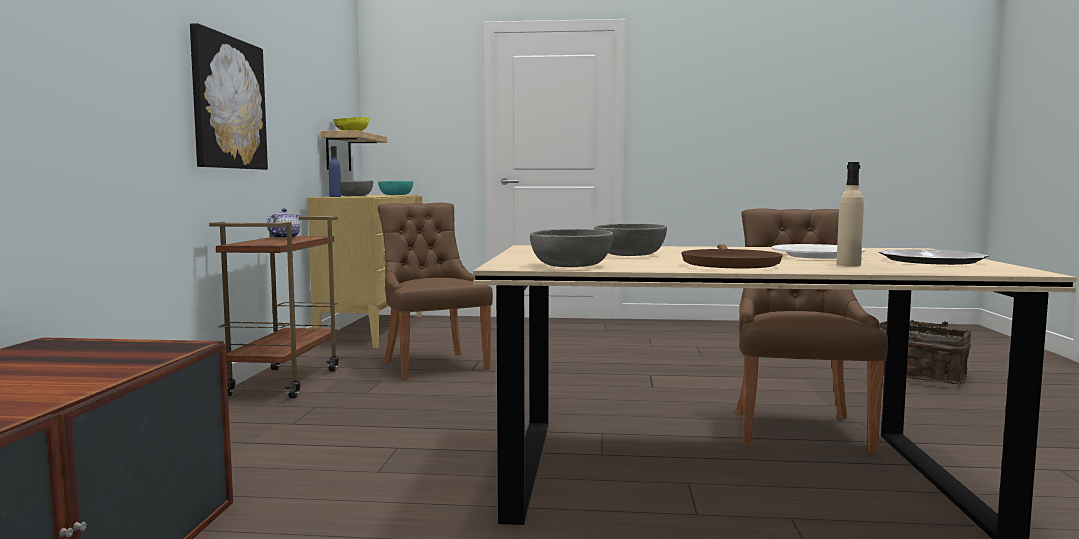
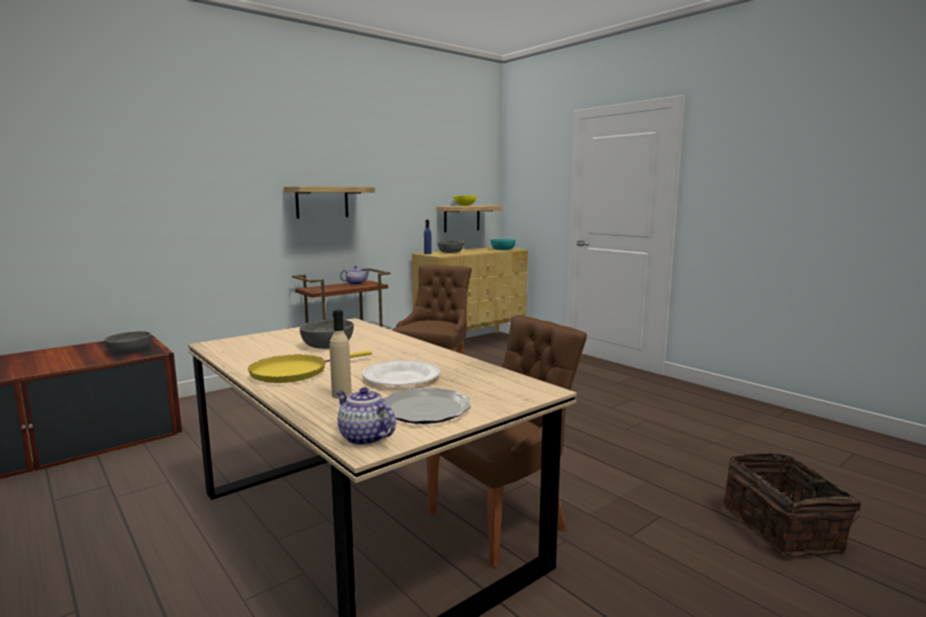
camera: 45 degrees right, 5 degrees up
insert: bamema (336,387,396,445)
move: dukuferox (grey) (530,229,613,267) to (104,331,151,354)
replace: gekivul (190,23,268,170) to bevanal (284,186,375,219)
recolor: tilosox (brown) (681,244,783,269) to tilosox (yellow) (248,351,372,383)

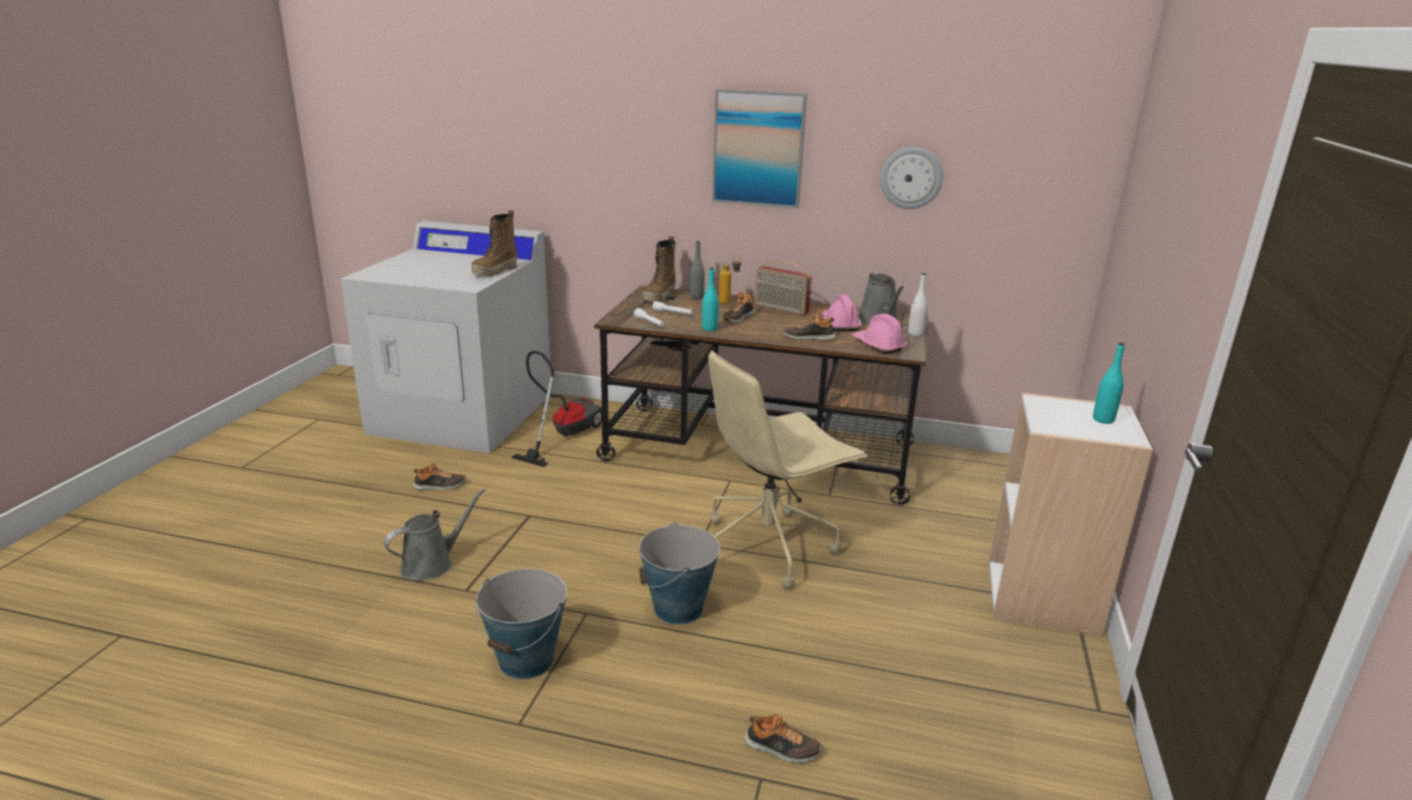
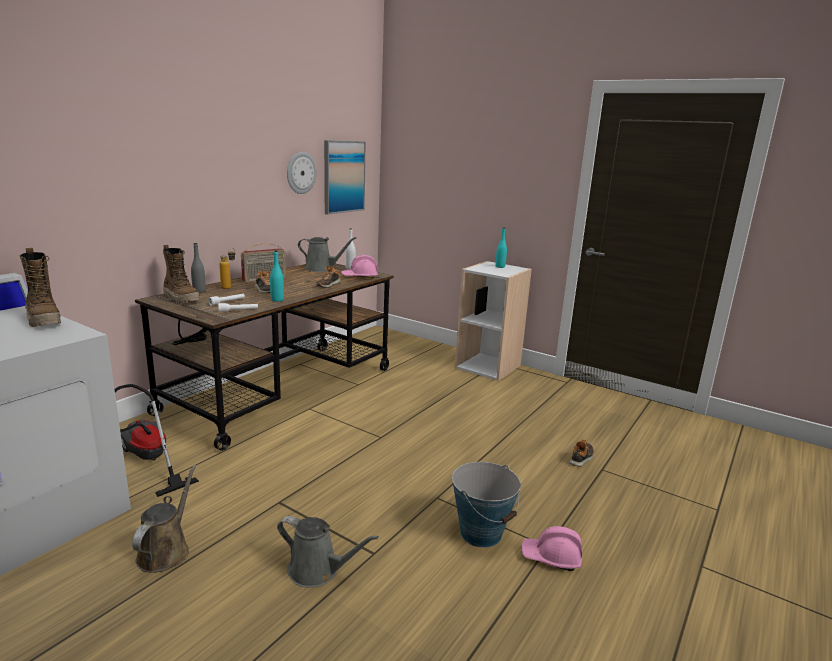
camera: 70 degrees left, 5 degrees down
delete: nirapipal (639,522,720,625); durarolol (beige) (708,350,868,589)
move: gekivul (712,89,807,209) to (324,140,366,215); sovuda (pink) (822,295,861,331) to (521,526,582,571)
replace: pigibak (413,463,466,490) to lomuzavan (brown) (132,464,197,573)
rotate: lomuzavan (grey) (384,488,485,581) = (277,516,379,588) 135 degrees clockwise

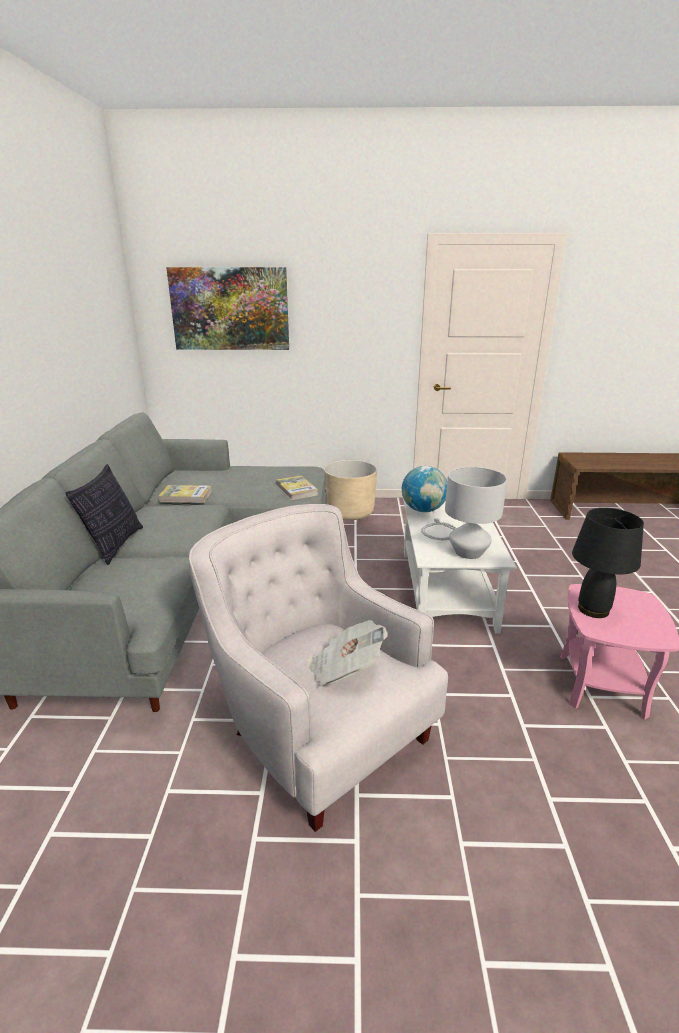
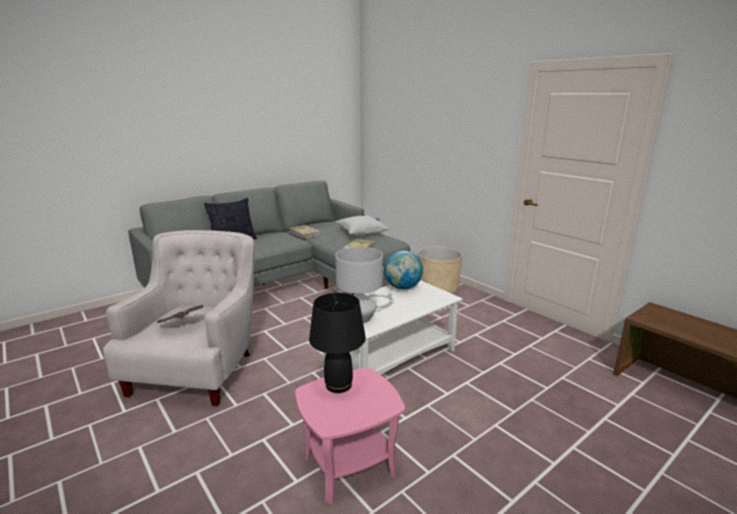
camera: 50 degrees right, 5 degrees down
delete: gekivul (166,267,289,350)
insert: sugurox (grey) (335,216,389,236)

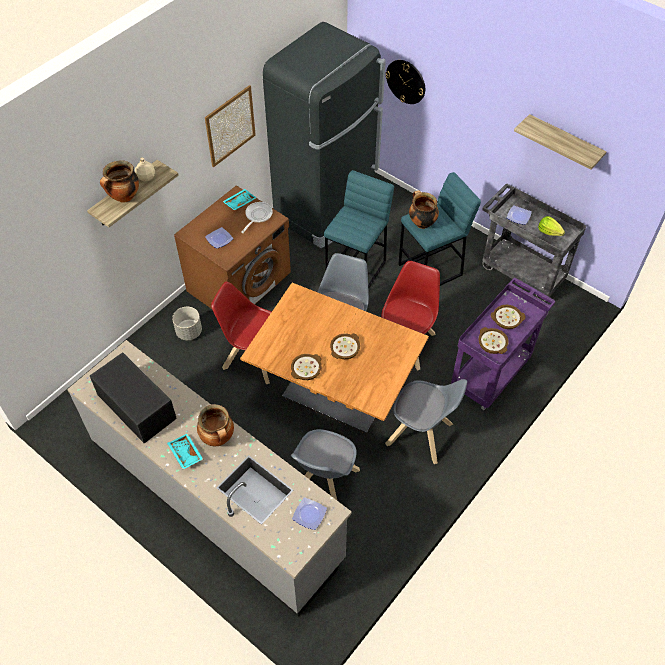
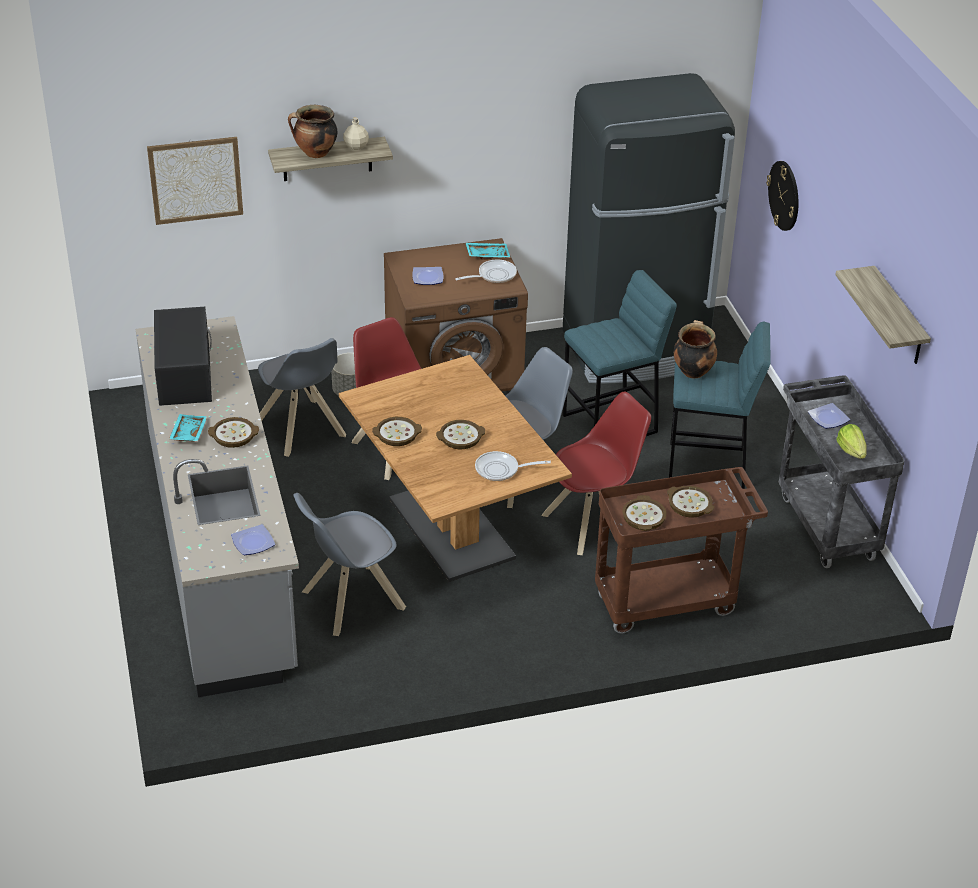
camera: 35 degrees right, 15 degrees down
insert: tilosox (475,451,551,481)
move: gekivul (205,85,256,167) to (147,137,243,225); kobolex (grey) (385,379,467,464) to (258,338,346,457)
replace: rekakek (197,404,234,446) to dukuferox (208,417,259,448)
recolor: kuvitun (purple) (451,278,555,410) to kuvitun (brown) (595,467,768,633)

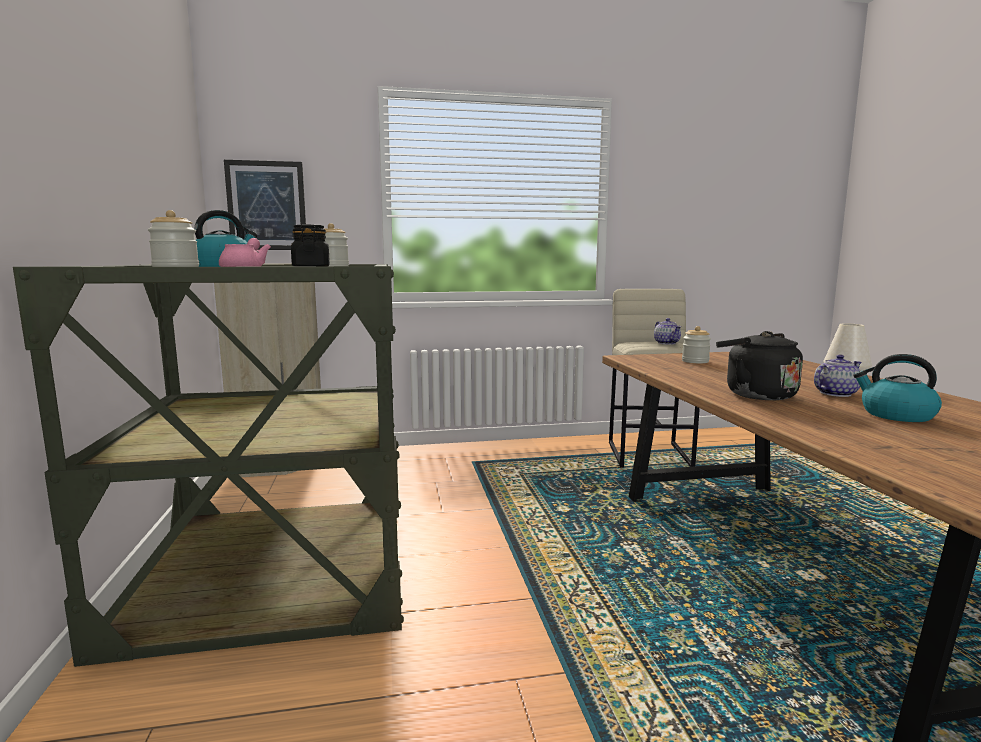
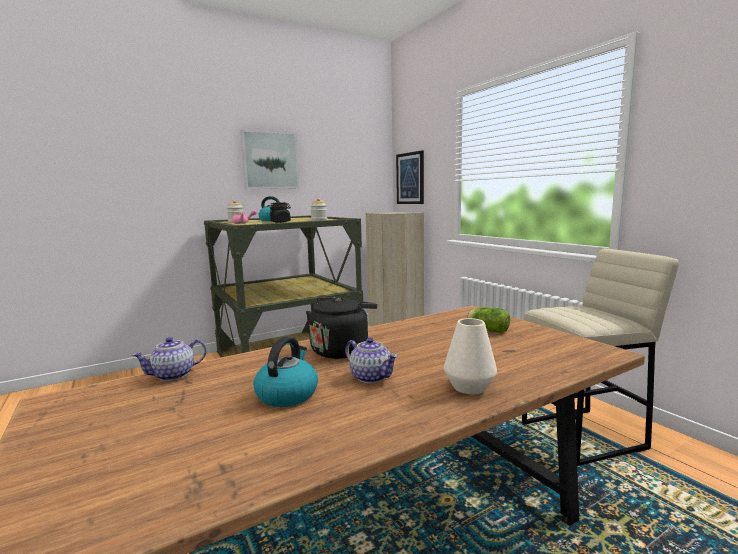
camera: 70 degrees right, 0 degrees up
insert: gekivul (240,129,300,189)
move: bamema (654,318,681,345) to (131,337,207,381)
replace: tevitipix (682,326,711,363) to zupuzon (467,307,510,333)

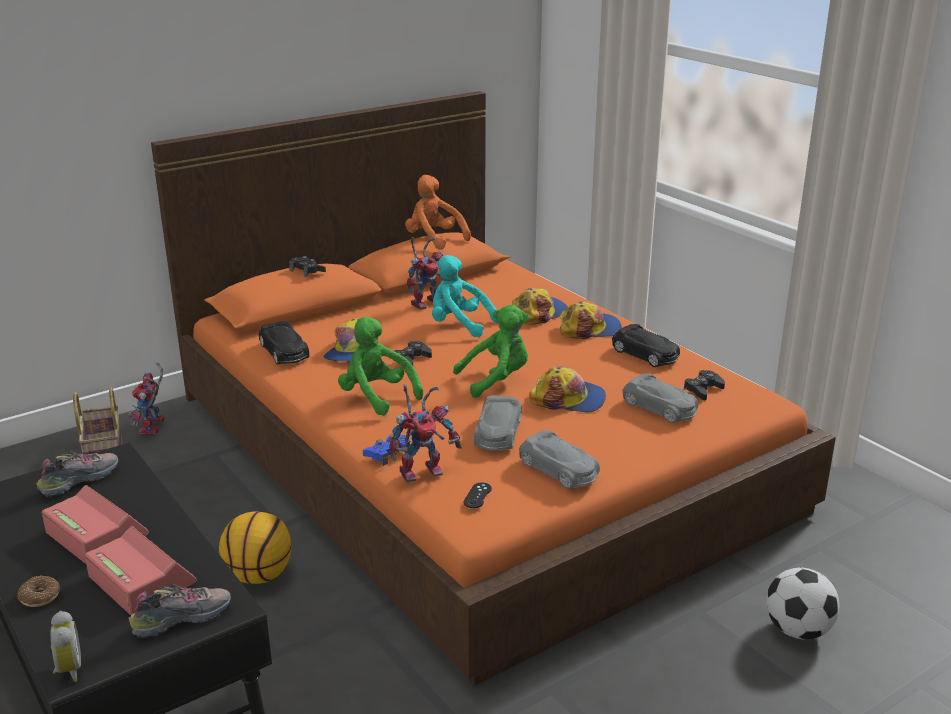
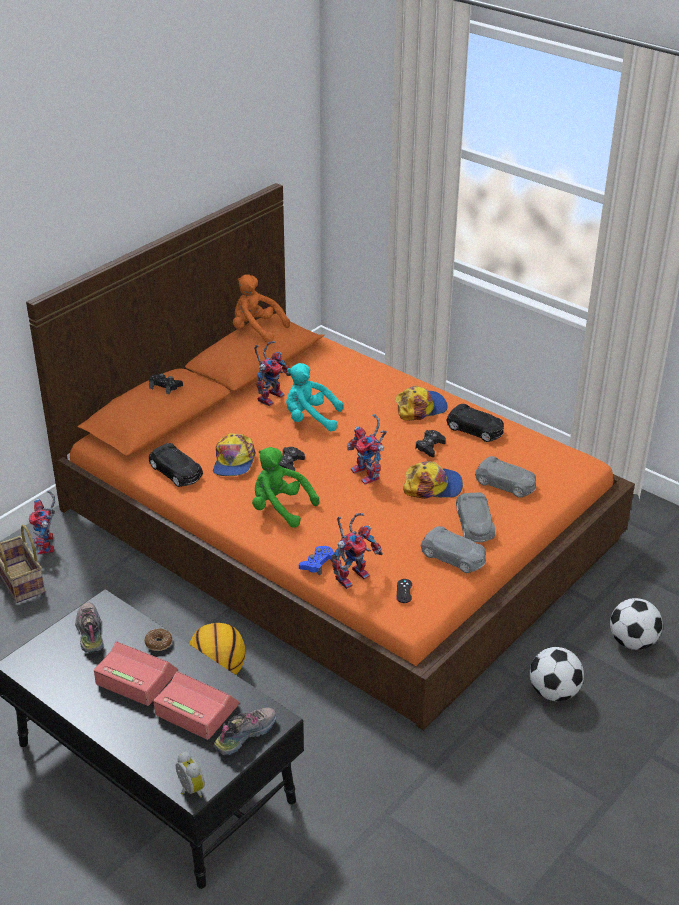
camera: 15 degrees left, 10 degrees up
delete: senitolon (512,288,568,325)
insert: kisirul (530,647,584,701)
move: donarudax (17,576,60,607) to (144,628,172,651); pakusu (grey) (474,395,522,451) to (456,493,495,542); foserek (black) (684,370,725,400) to (415,430,446,457)
replace: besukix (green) (453,305,529,398) to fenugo (347,414,387,485)
rotate: pigibak (36,451,118,497) = (75,602,104,653) 45 degrees counterclockwise

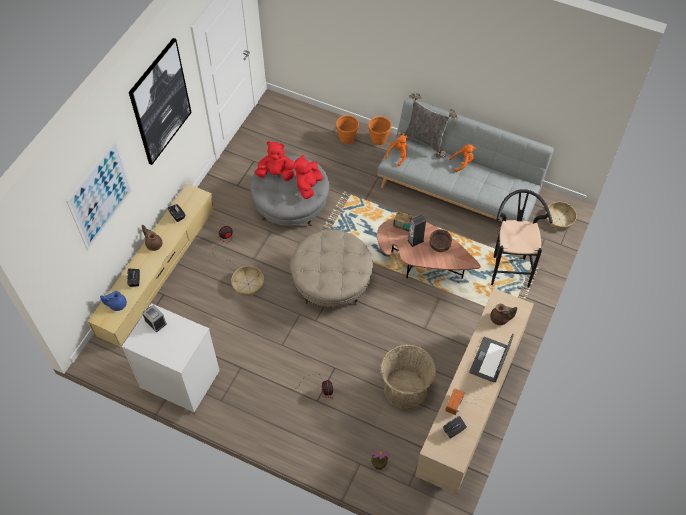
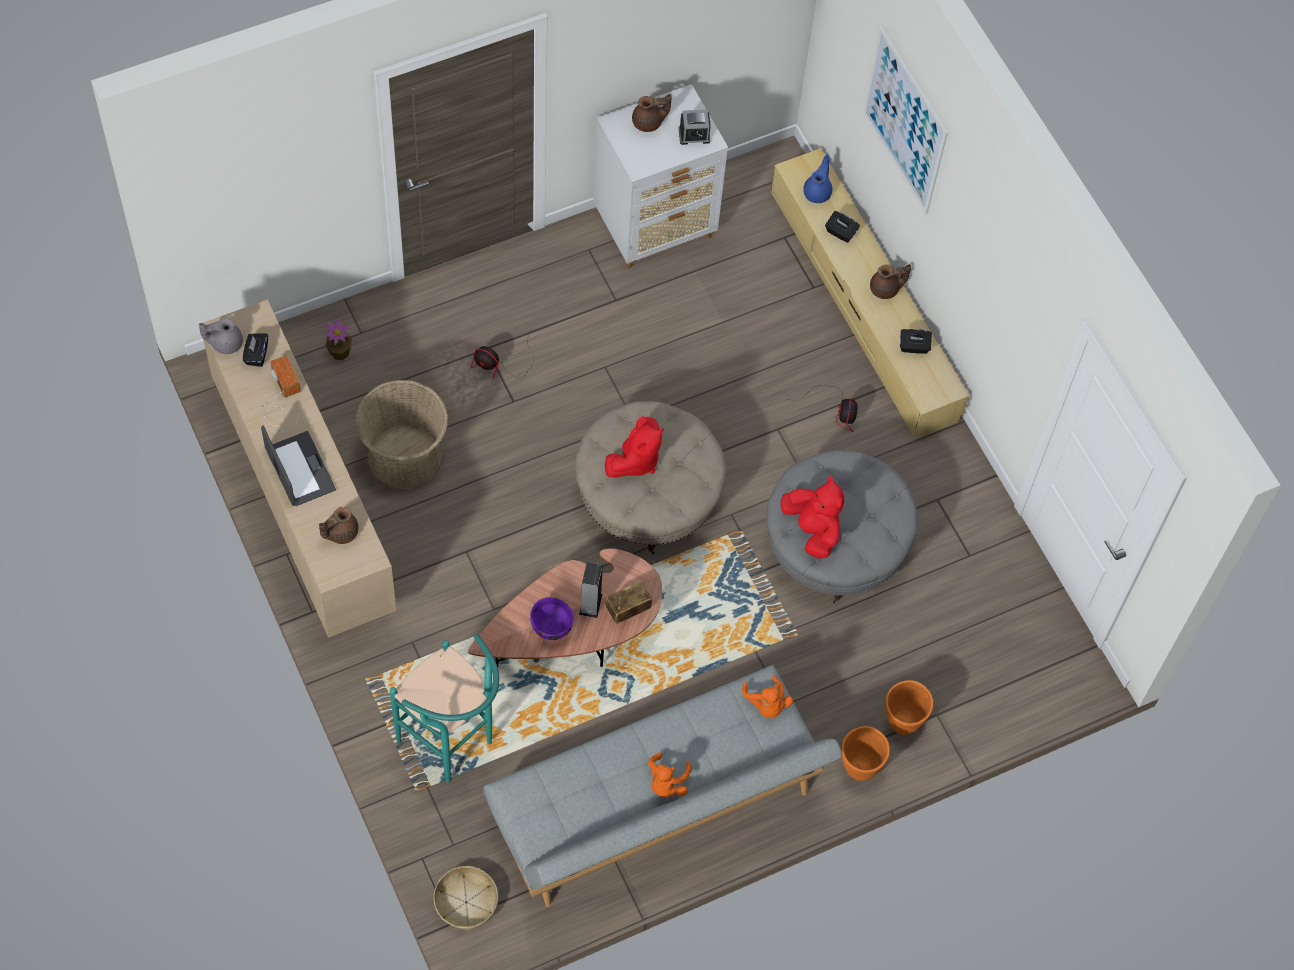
camera: 125 degrees right, 5 degrees up
delete: gekivul (129,38,192,165); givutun (231,266,264,296); sugurox (397,93,458,159)
insert: bamema (grey) (199,318,243,354); bamema (brown) (632,94,672,132)
move: besukix (red) (254,141,295,181) to (605,416,664,478)
recolor: dukuferox (brown) (430,230,452,252) to dukuferox (purple) (530,597,574,640); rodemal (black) (491,189,553,288) to rodemal (turquoise) (390,634,499,783)

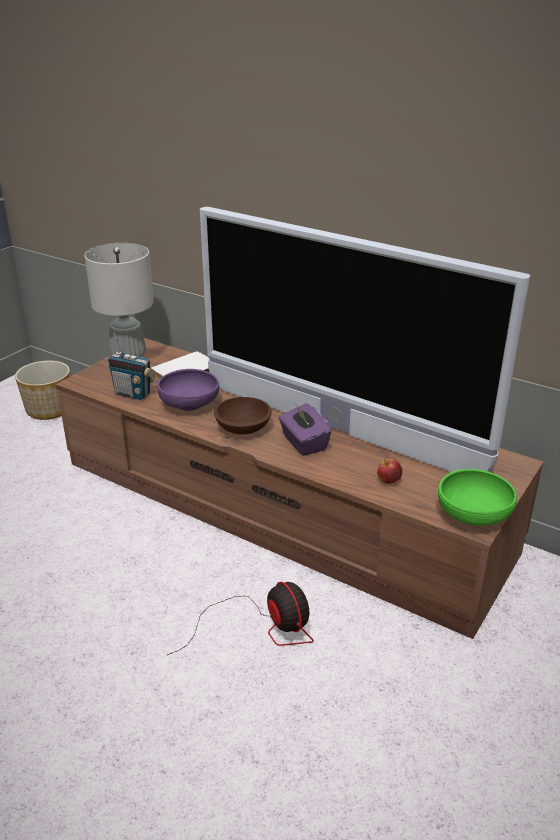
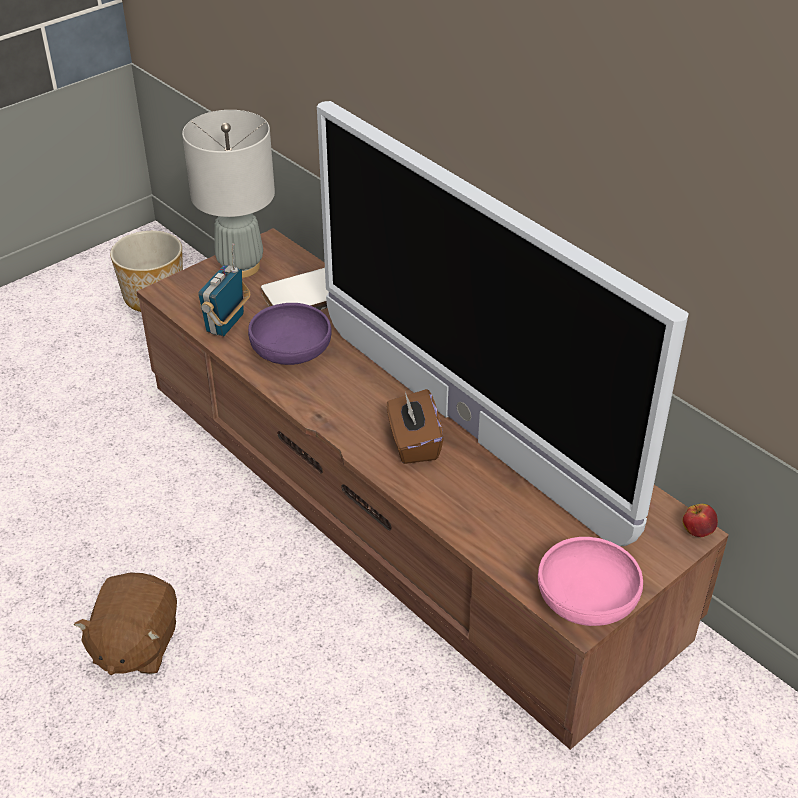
camera: 15 degrees right, 10 degrees up
delete: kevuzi (167,582,314,655); dukuferox (brown) (214,397,272,434)
insert: besukix (brown) (74,572,177,675)
move: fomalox (377,459,402,484) to (682,504,718,537)
recolor: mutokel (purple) (279,403,332,456) to mutokel (brown) (387,389,443,464); dukuferox (green) (438,469,517,526) to dukuferox (pink) (538,537,643,626)
rotate: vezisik (108,333,155,400) = (198,244,250,336) 75 degrees clockwise

